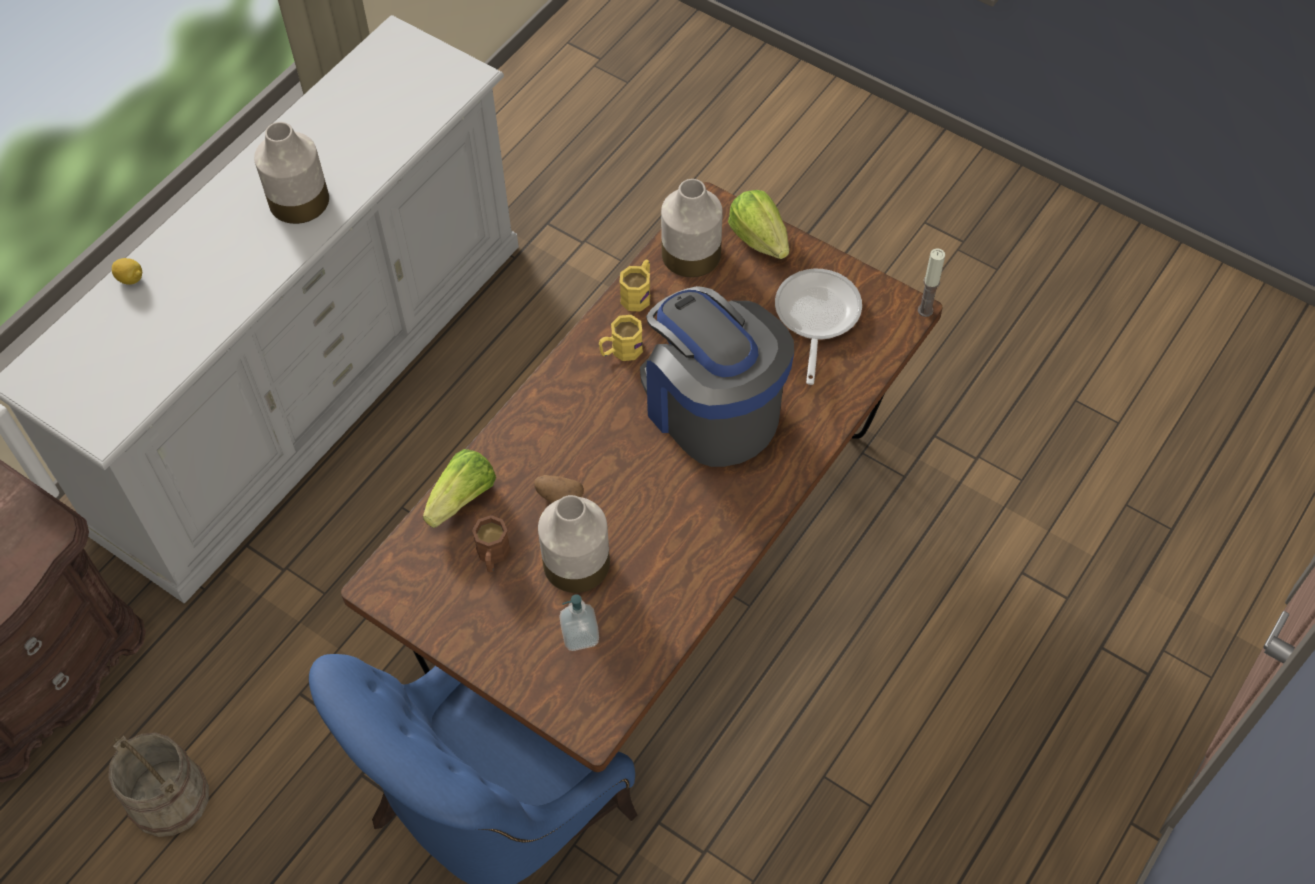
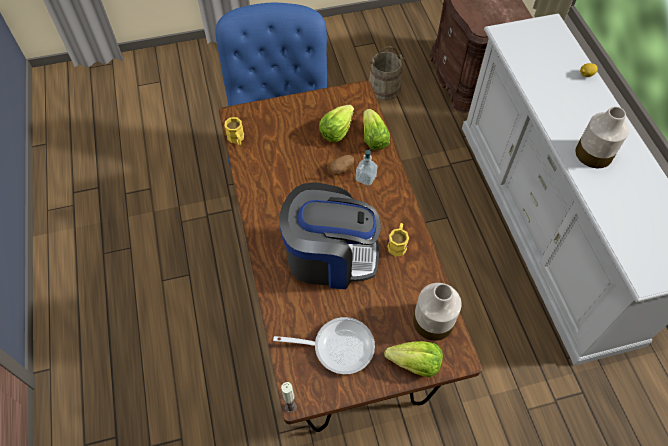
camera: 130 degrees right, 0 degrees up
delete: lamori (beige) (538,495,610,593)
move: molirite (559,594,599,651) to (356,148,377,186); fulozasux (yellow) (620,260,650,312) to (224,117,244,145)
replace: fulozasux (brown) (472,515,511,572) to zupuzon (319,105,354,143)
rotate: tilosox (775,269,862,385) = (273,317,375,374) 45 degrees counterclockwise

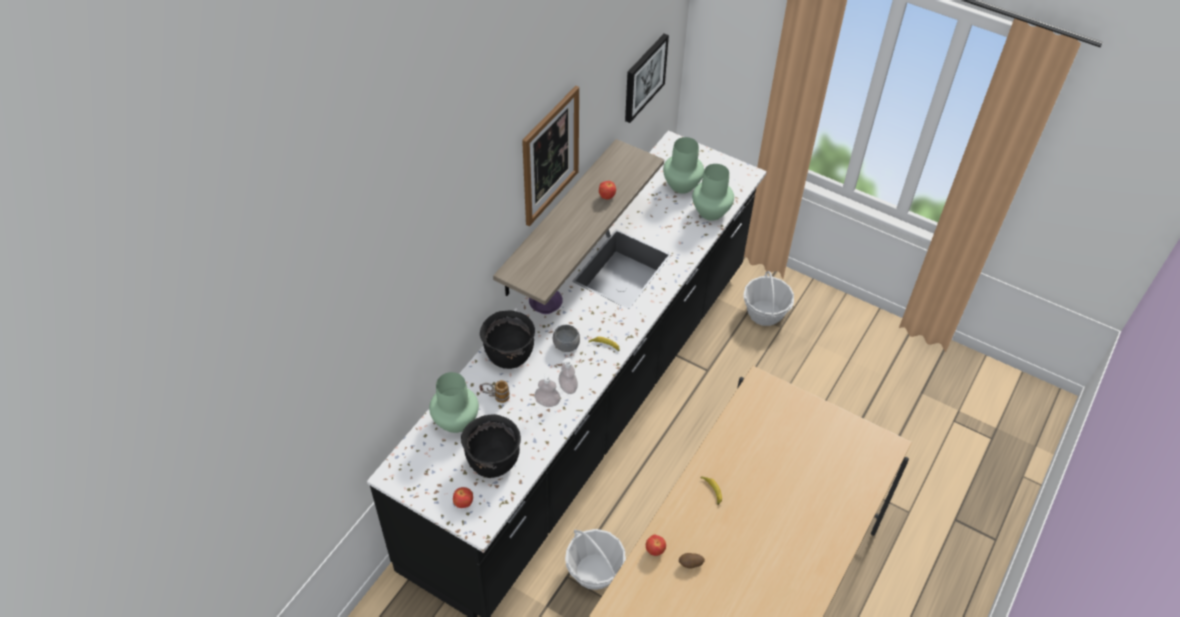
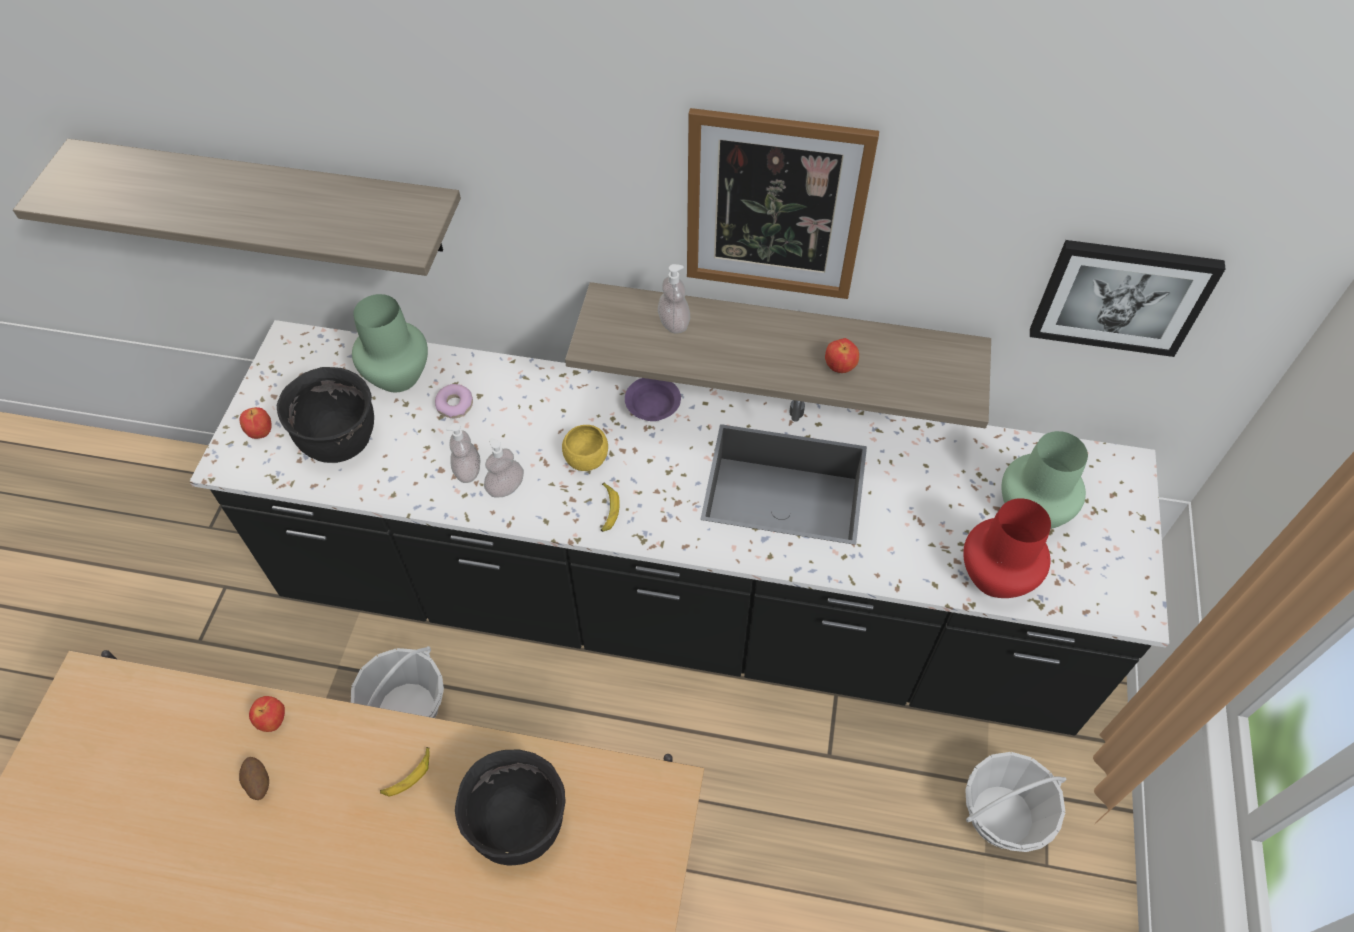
camera: 70 degrees right, 5 degrees up
insert: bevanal (13,139,461,276); molirite (658,264,690,334)
move: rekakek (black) (480,311,535,369) to (455,750,566,866)
replace: fulozasux (479,380,510,403) to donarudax (435,384,473,418)
recolor: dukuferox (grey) (553,325,580,352) to dukuferox (yellow) (562,425,608,471); lamori (green) (692,164,734,221) to lamori (red) (963,498,1051,598)

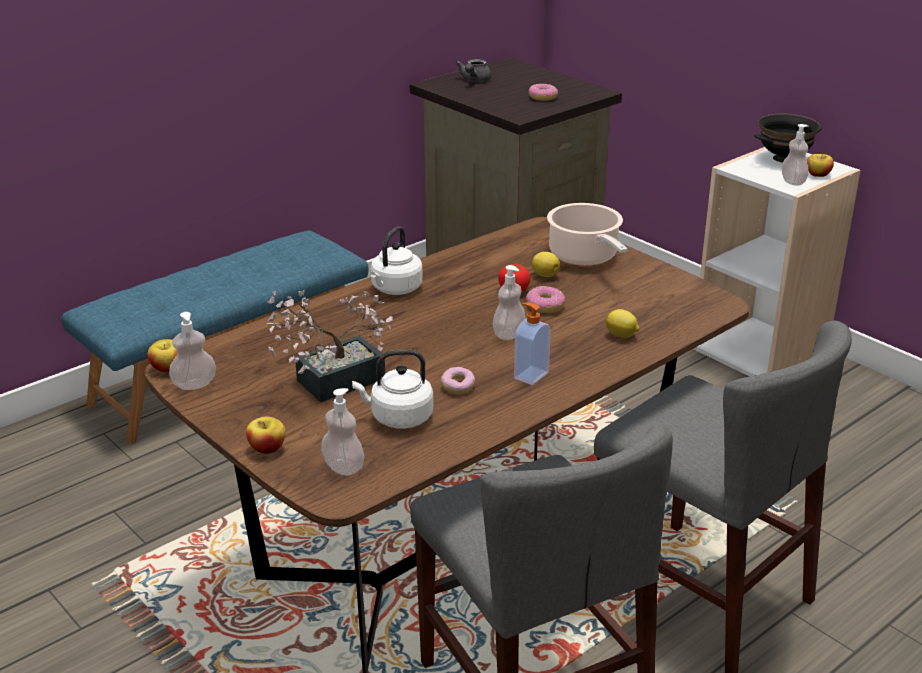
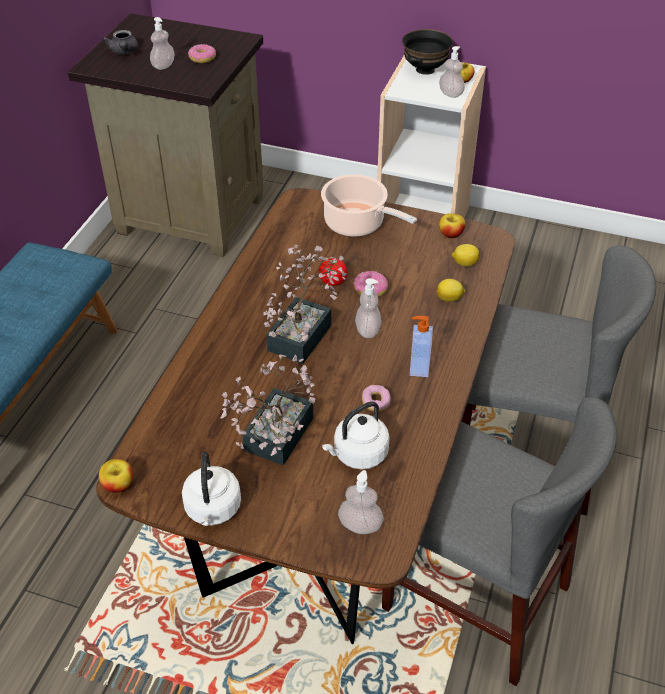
camera: 30 degrees left, 15 degrees up
insert: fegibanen (264,244,347,364)
move: molirite (169,312,216,390) to (150,17,175,70); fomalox (246,416,286,454) to (439,213,465,238); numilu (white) (370,226,423,295) to (182,452,241,526); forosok (532,252,560,277) to (452,244,480,267)

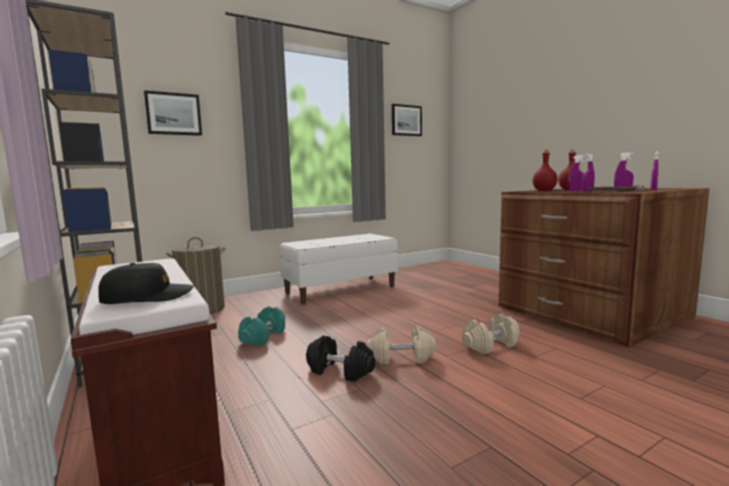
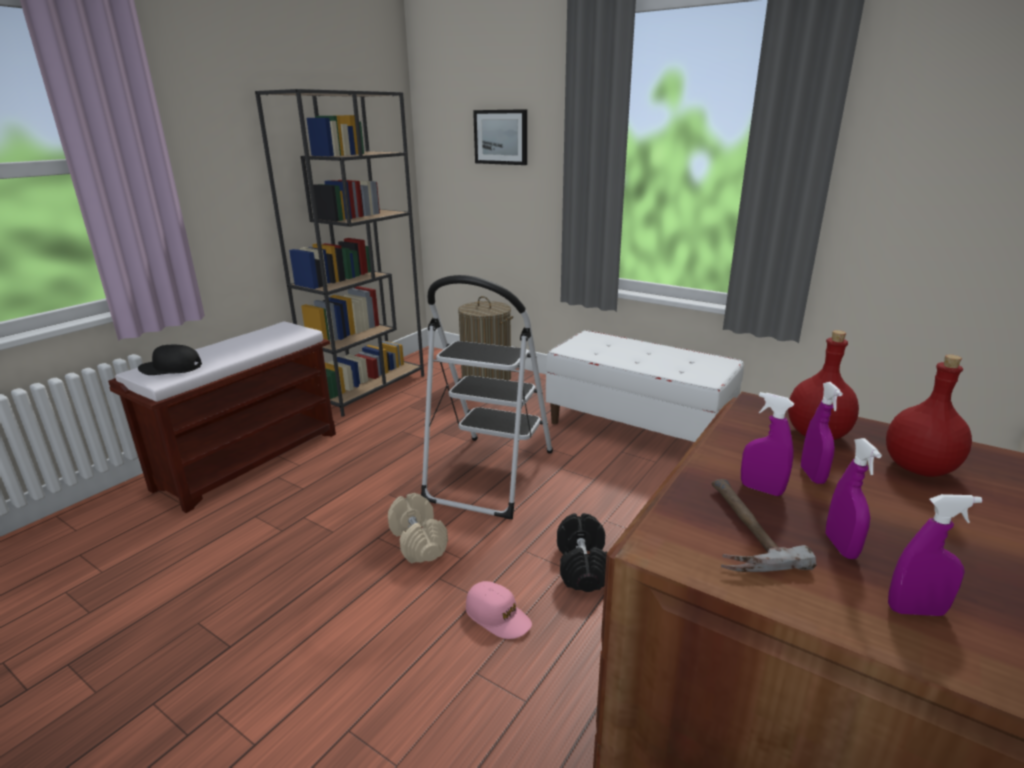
camera: 65 degrees right, 15 degrees up
delete: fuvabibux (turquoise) (238,306,285,346); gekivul (392,104,422,136)
insert: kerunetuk (421,275,553,519)
move: fuvabibux (black) (306,336,375,382) to (557,513,607,592)
replace: fuvabibux (beige) (462,314,520,354) to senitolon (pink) (466,581,532,639)
rotate: senitolon (black) (98,263,194,304) = (138,345,202,375) 135 degrees clockwise

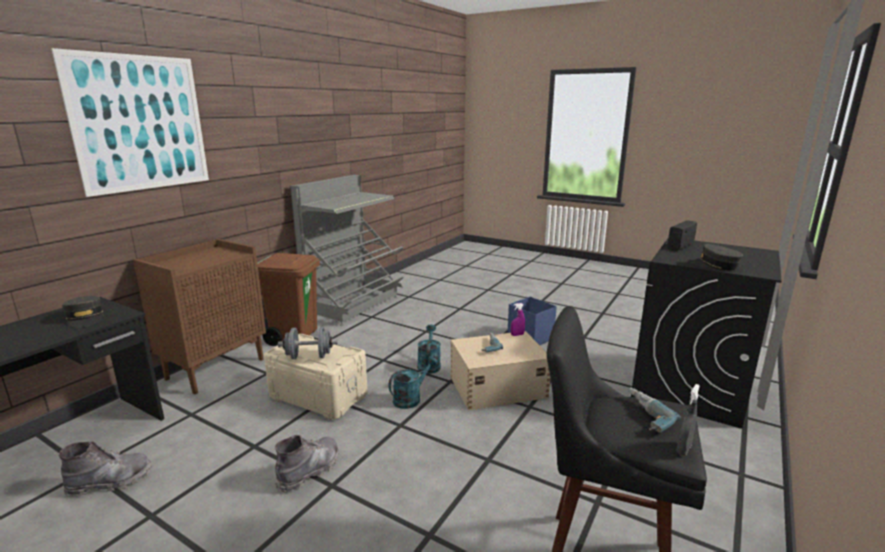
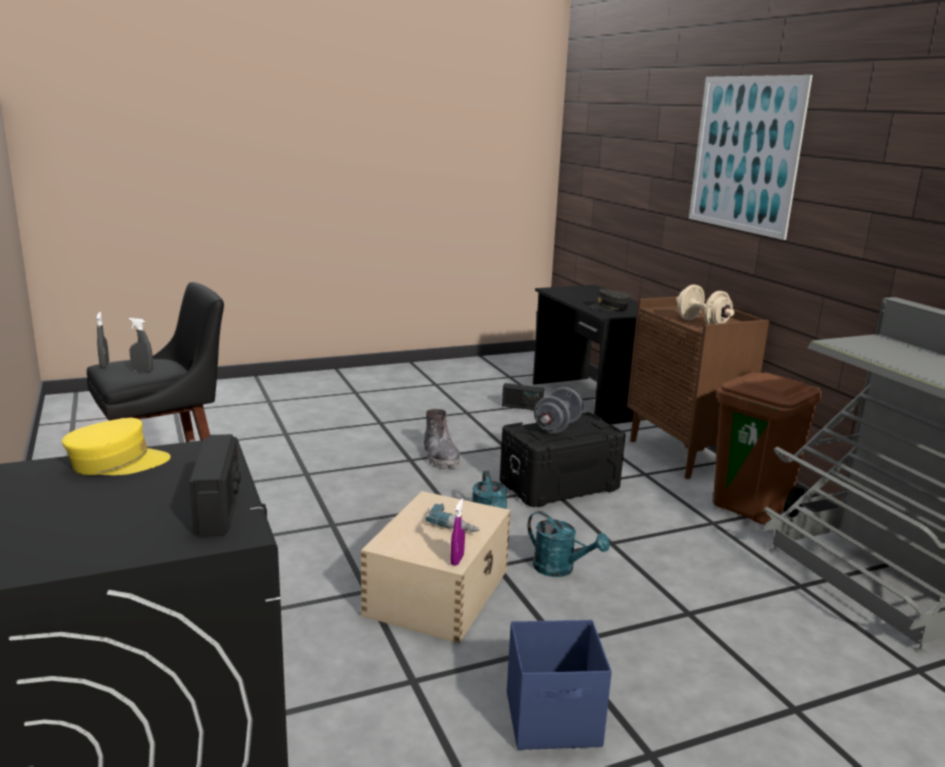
camera: 125 degrees right, 0 degrees up
insert: fuvabibux (beige) (676,284,734,324)
replace: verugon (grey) (59,441,152,496) to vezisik (502,383,544,410); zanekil (628,388,681,433) to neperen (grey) (129,318,153,372)
recolor: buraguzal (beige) (264,334,368,419) to buraguzal (black) (500,412,626,507); senitolon (grey) (689,244,743,270) to senitolon (yellow) (62,418,171,475)

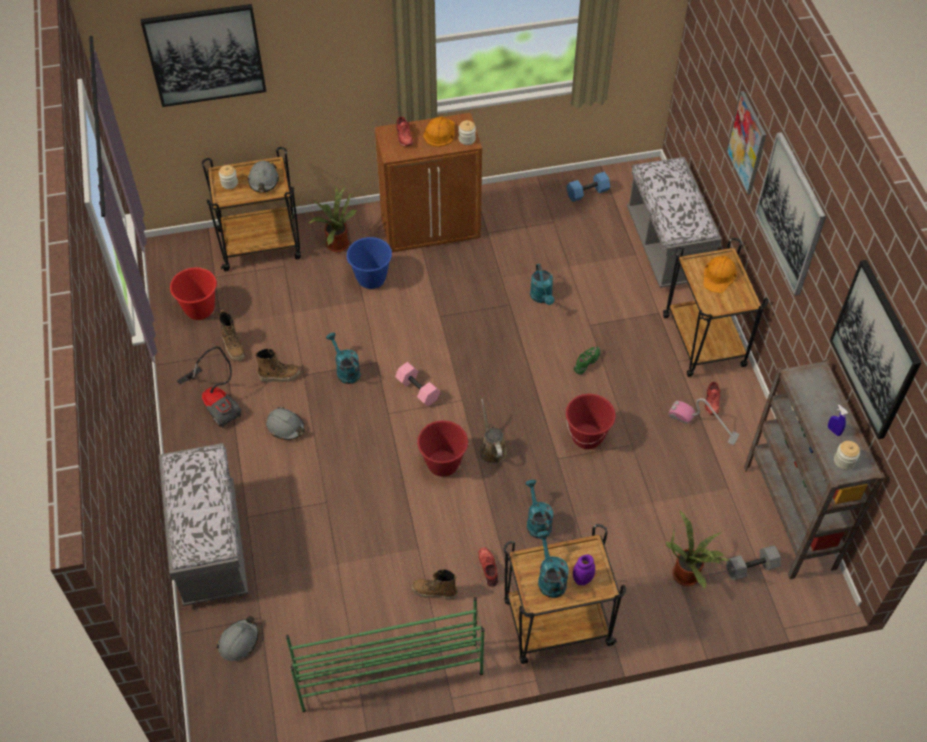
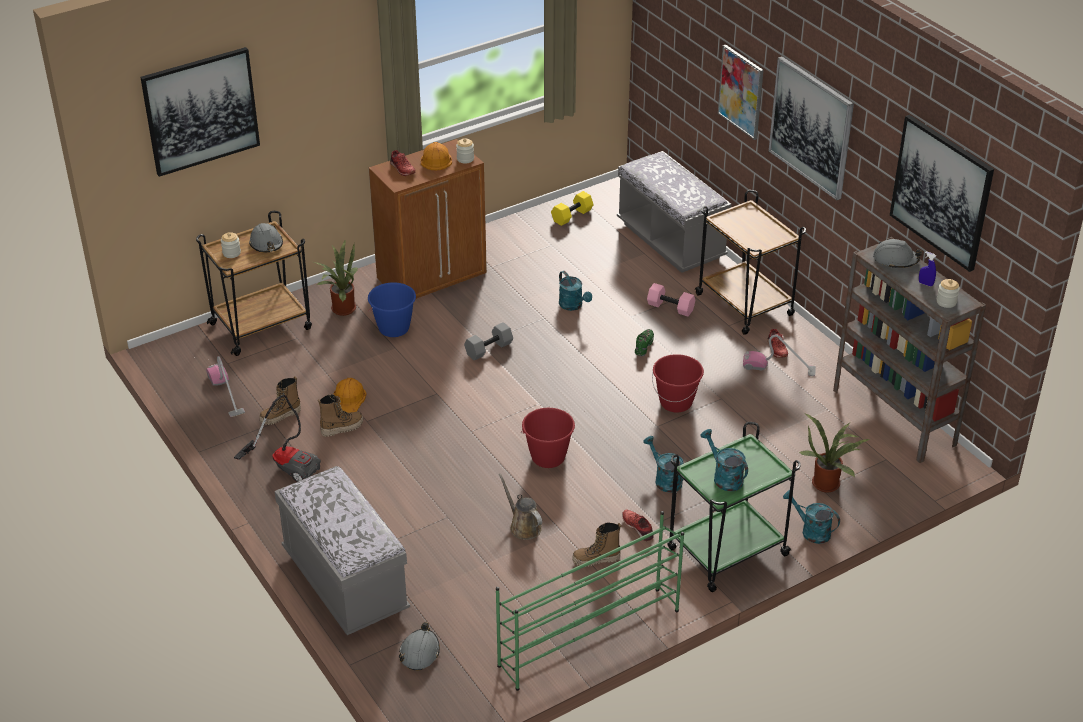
camera: 20 degrees left, 15 degrees down
delete: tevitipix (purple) (573,554,595,585)
move: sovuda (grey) (266,407,305,440) to (873,239,922,269); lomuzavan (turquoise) (326,332,361,384) to (783,490,840,544); fuvabibux (pink) (395,362,440,406) to (647,283,695,317); lomuzavan (brown) (479,399,507,464) to (498,474,542,540); sovuda (orange) (703,256,737,293) to (333,378,366,413); fuvabibux (grey) (726,546,781,580) to (464,322,513,361)
replace: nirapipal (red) (169,267,218,320) to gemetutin (206,356,245,417)
recolor: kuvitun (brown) (504,524,626,664) to kuvitun (green) (667,422,801,592); fuvabibux (blue) (567,172,610,202) to fuvabibux (yellow) (551,191,594,226)
rotate: verugon (219,310,245,361) = (259,376,301,425) 105 degrees clockwise

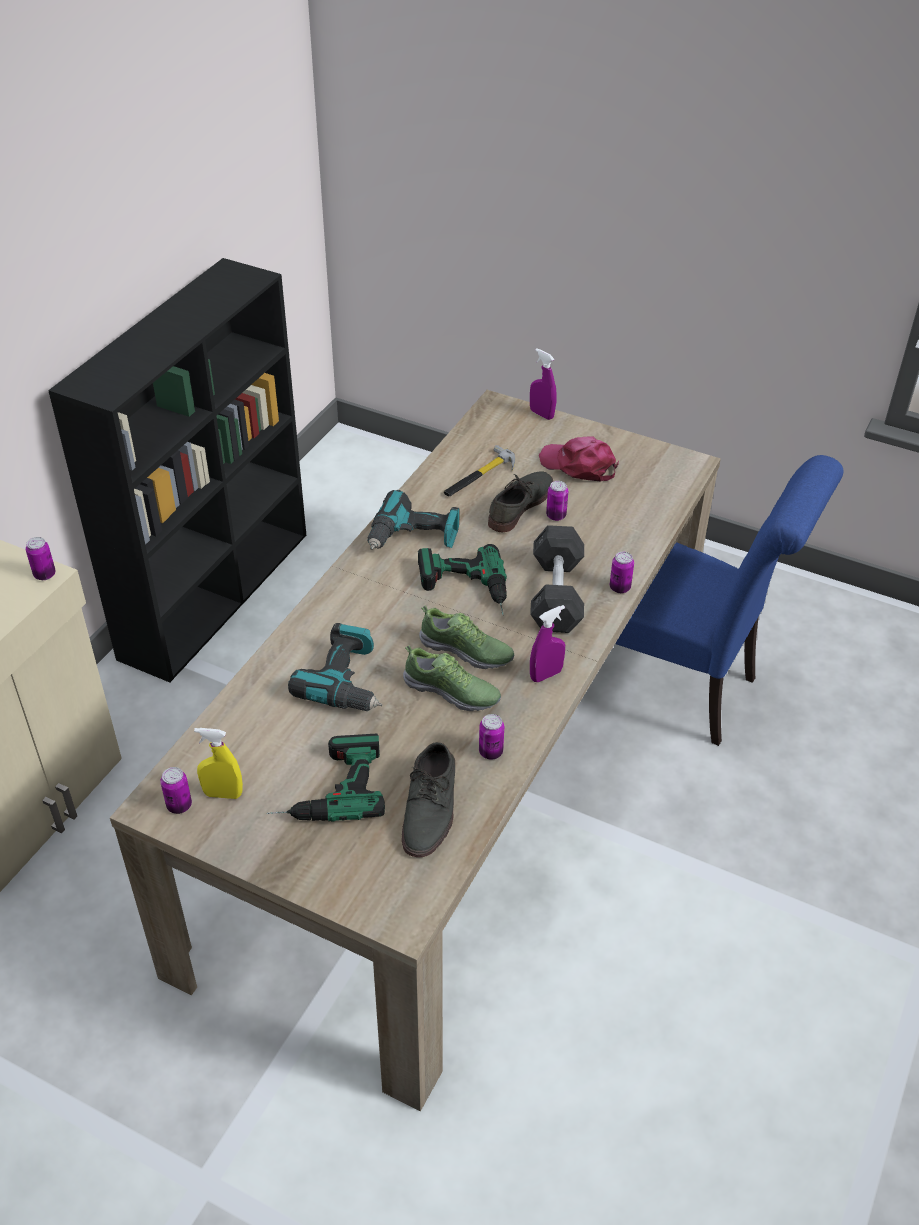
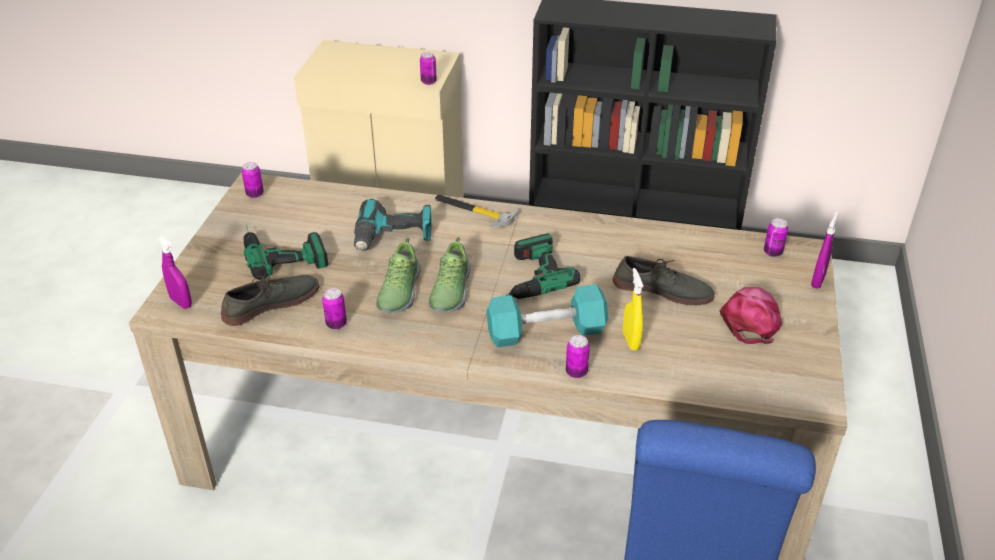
camera: 75 degrees right, 5 degrees down
delete: zanekil (367,490,459,550)
move: neperen (yellow) (194,728,243,799) to (623,268,643,350); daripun (444,445,515,497) to (435,195,519,227); neperen (purple) (530,605,565,682) to (158,236,192,309); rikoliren (546,481,568,521) to (764,218,788,257)
recolor: fuvabibux (grey) (530,525,584,633) to fuvabibux (turquoise) (486,284,608,348)
rotate: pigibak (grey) (402,742,455,857) = (221,271,320,326) 150 degrees clockwise

